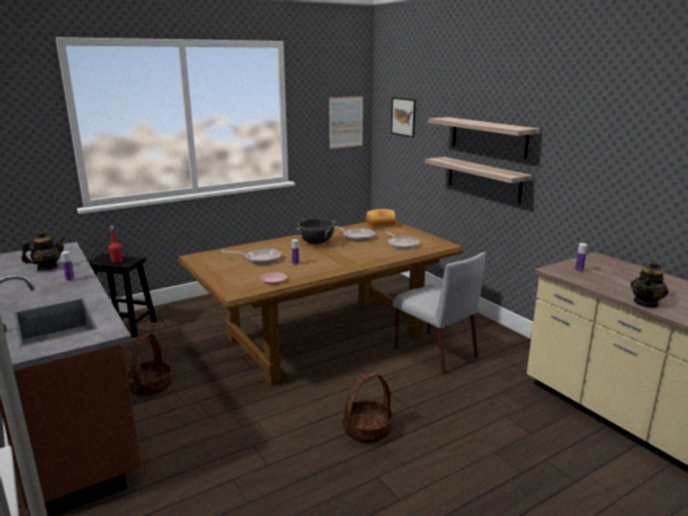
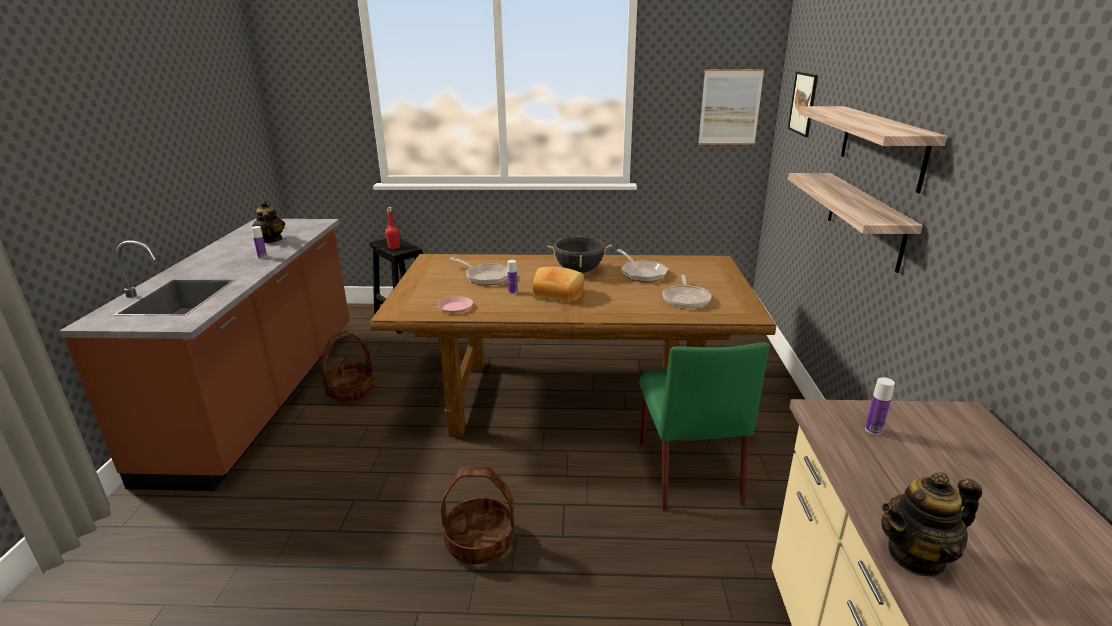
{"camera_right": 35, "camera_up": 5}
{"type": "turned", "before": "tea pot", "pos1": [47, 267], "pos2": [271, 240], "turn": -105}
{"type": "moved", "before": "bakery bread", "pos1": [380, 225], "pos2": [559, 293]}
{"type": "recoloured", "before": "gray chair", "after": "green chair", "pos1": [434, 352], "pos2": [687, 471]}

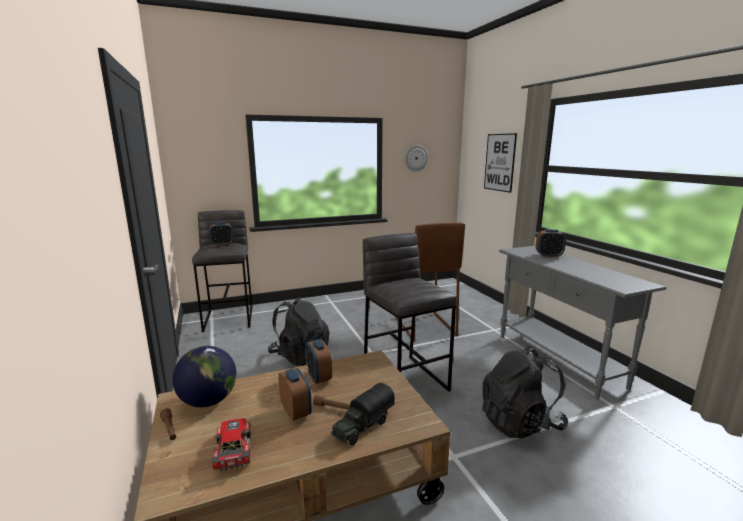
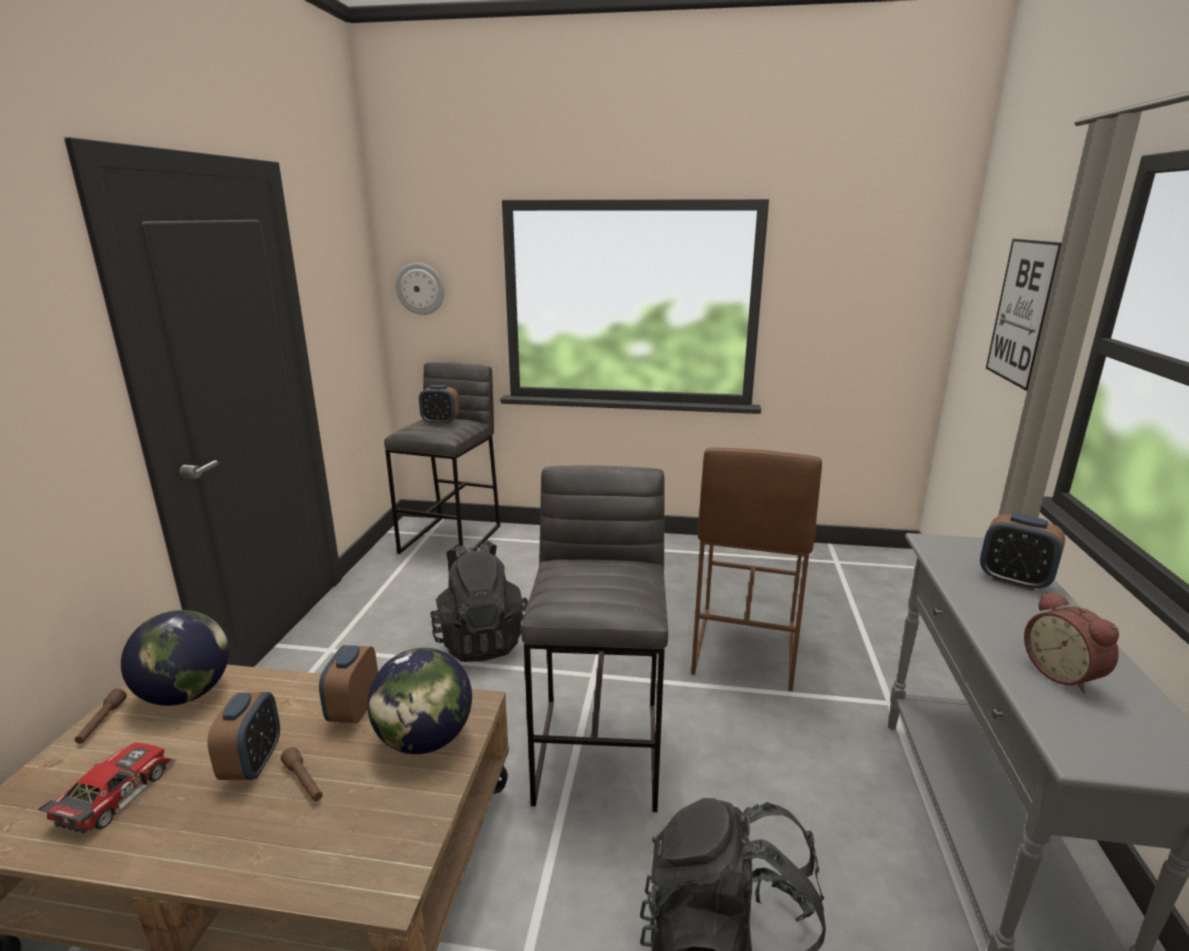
{"camera_right": 30, "camera_up": 5}
{"type": "added", "after": "world globe", "pos2": [424, 740]}
{"type": "moved", "before": "clock on the wall", "pos1": [416, 158], "pos2": [420, 288]}
{"type": "added", "after": "alarm clock", "pos2": [1064, 674]}
{"type": "removed", "before": "toy truck", "pos1": [363, 426]}

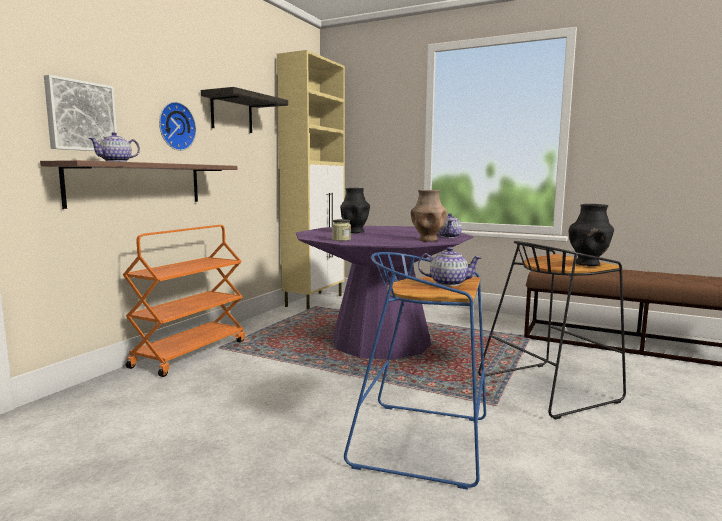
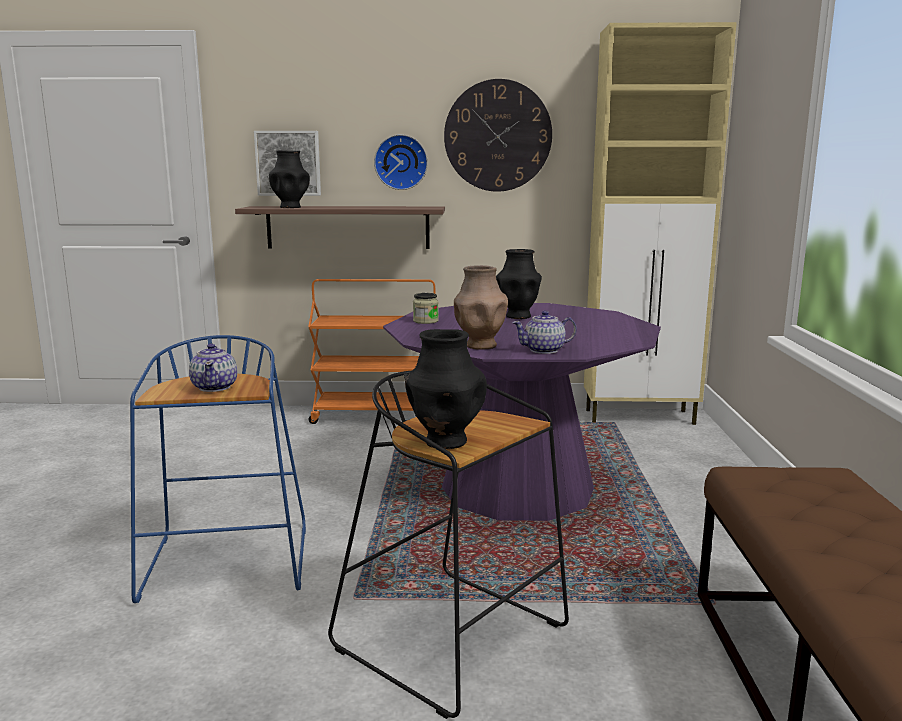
{"camera_right": 65, "camera_up": 5}
{"type": "replaced", "before": "tea pot", "after": "blackish decorative vase", "pos1": [116, 161], "pos2": [290, 207]}
{"type": "replaced", "before": "wall shelf", "after": "clock on the wall", "pos1": [231, 113], "pos2": [498, 136]}

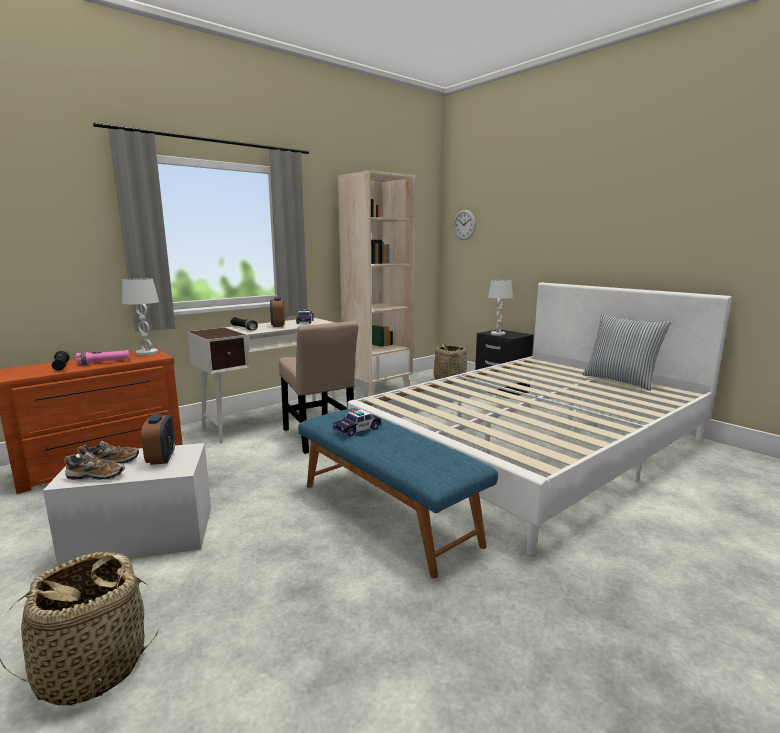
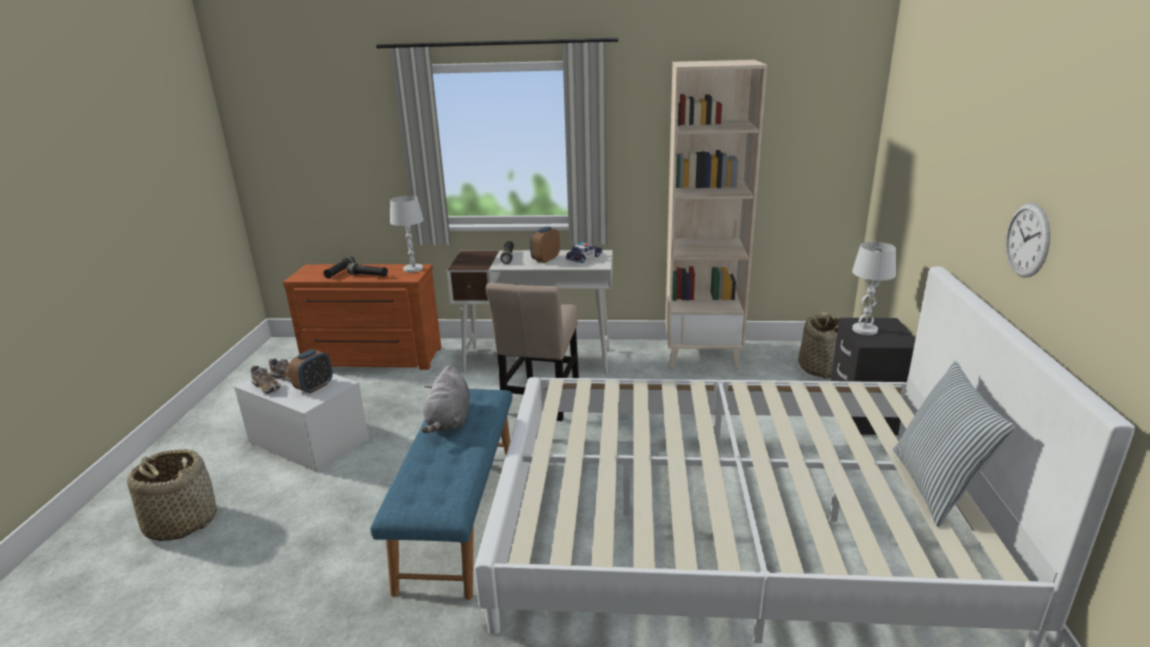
{"camera_right": 45, "camera_up": 10}
{"type": "recoloured", "before": "pink hand torch", "after": "blackish hand torch", "pos1": [104, 362], "pos2": [368, 275]}
{"type": "replaced", "before": "model car", "after": "gray cuddly toy", "pos1": [357, 429], "pos2": [449, 421]}
{"type": "moved", "before": "clock on the wall", "pos1": [464, 225], "pos2": [1027, 240]}

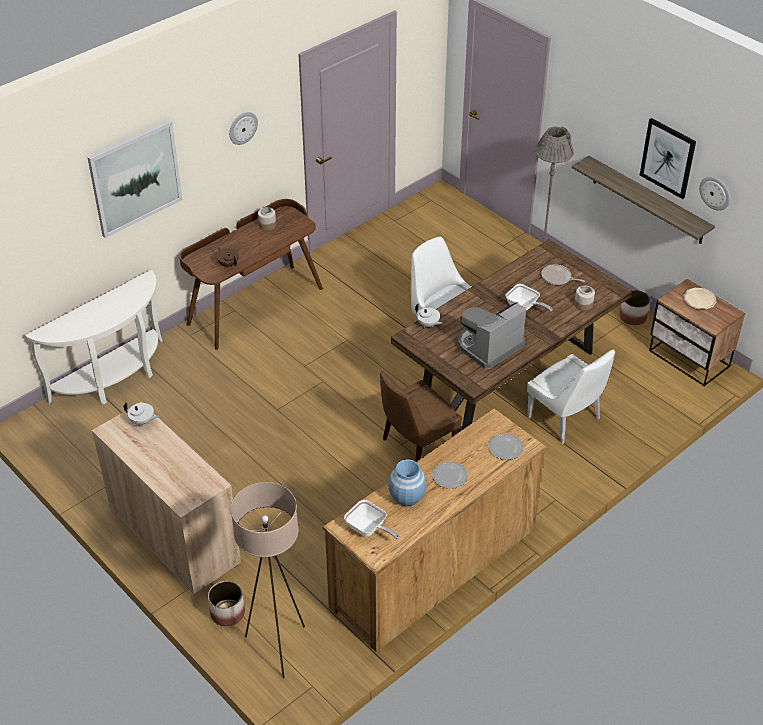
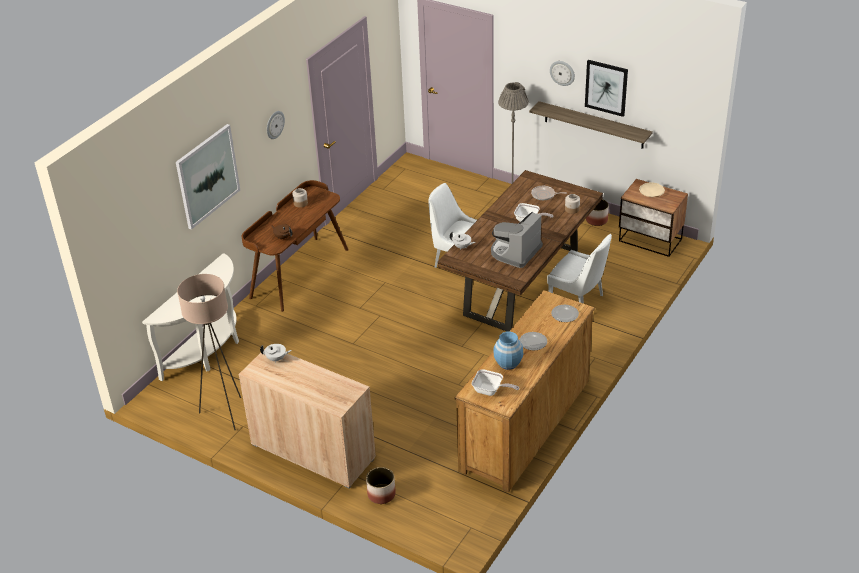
{"camera_right": -15, "camera_up": -5}
{"type": "moved", "before": "beige-coloured standing lamp", "pos1": [277, 647], "pos2": [225, 413]}
{"type": "moved", "before": "clock on the wall", "pos1": [715, 193], "pos2": [562, 72]}
{"type": "removed", "before": "brownish chair", "pos1": [416, 446]}

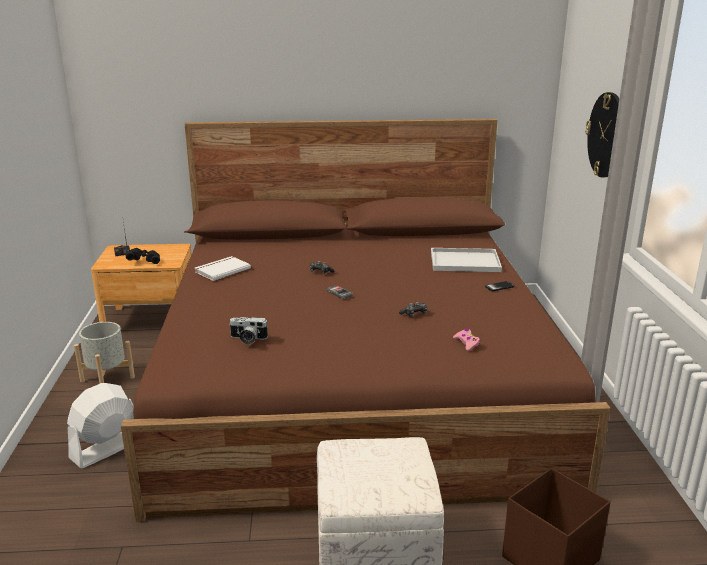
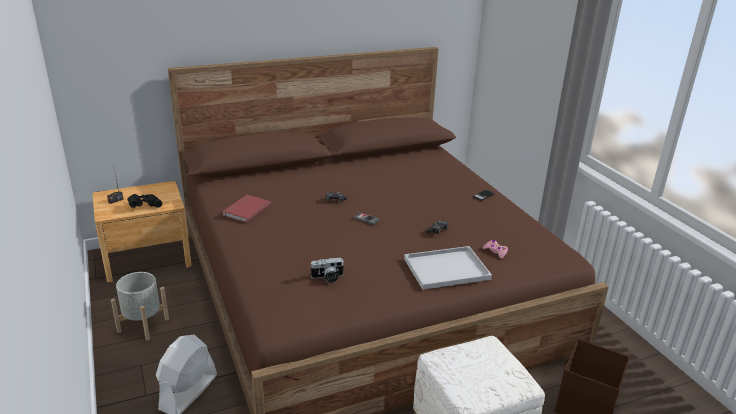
{"camera_right": -20, "camera_up": 5}
{"type": "recoloured", "before": "white-coloured book", "after": "red book", "pos1": [221, 270], "pos2": [245, 210]}
{"type": "moved", "before": "white-coloured carrying tray", "pos1": [466, 261], "pos2": [447, 268]}
{"type": "removed", "before": "clock on the wall", "pos1": [607, 135]}

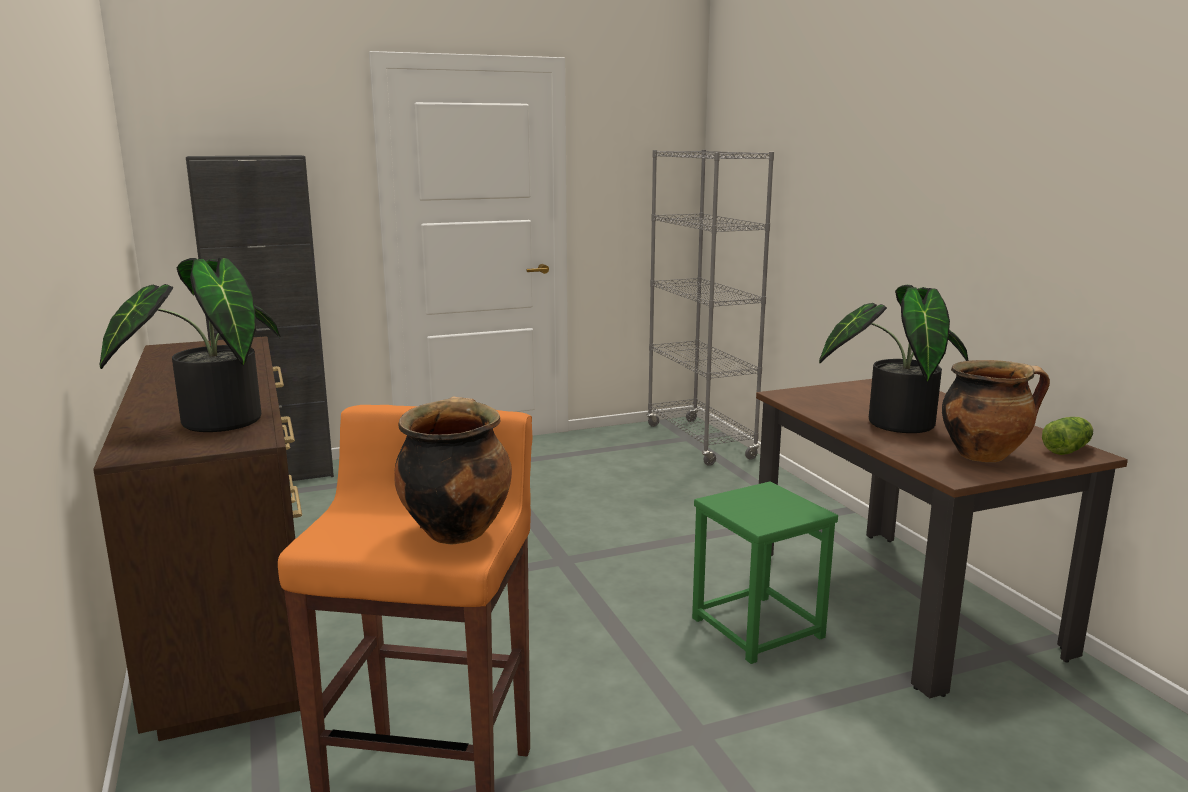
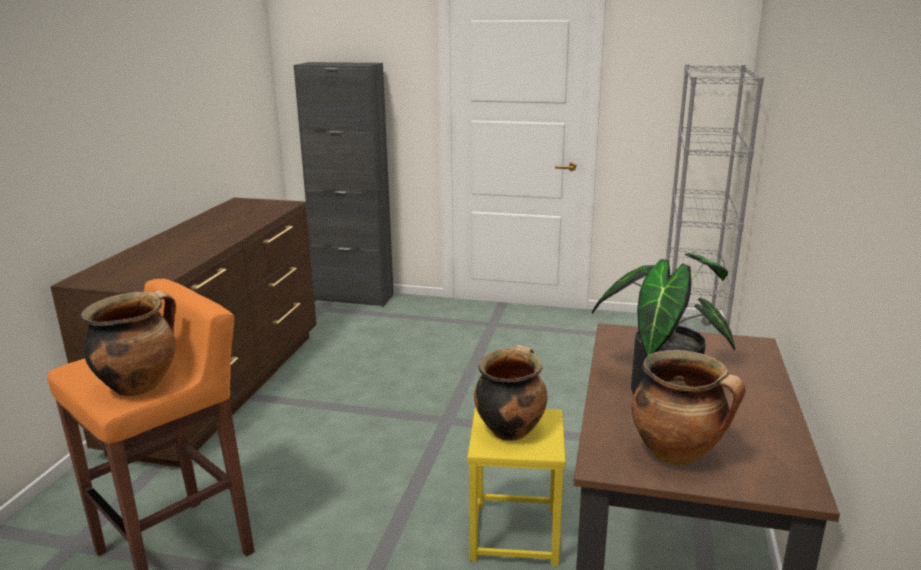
{"camera_right": 35, "camera_up": 5}
{"type": "recoloured", "before": "green stool", "after": "yellowish stool", "pos1": [756, 628], "pos2": [514, 533]}
{"type": "added", "after": "cooking pot", "pos2": [510, 429]}
{"type": "removed", "before": "houseplant", "pos1": [211, 422]}
{"type": "removed", "before": "lettuce", "pos1": [1068, 449]}

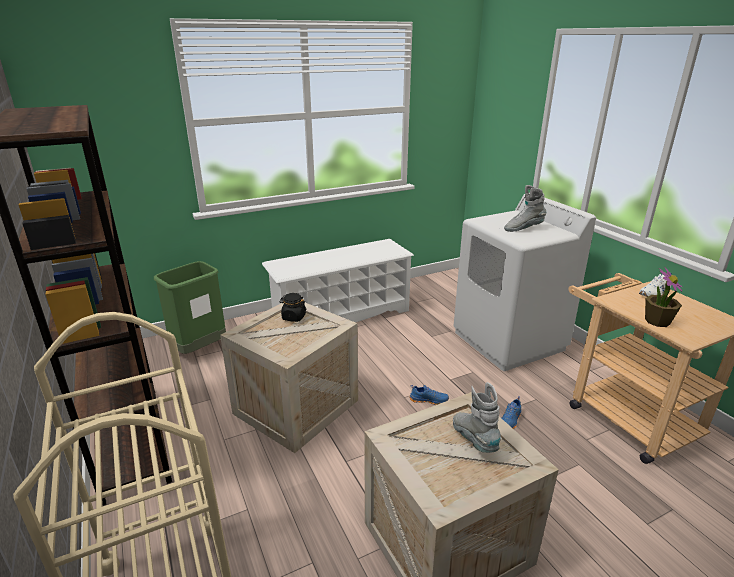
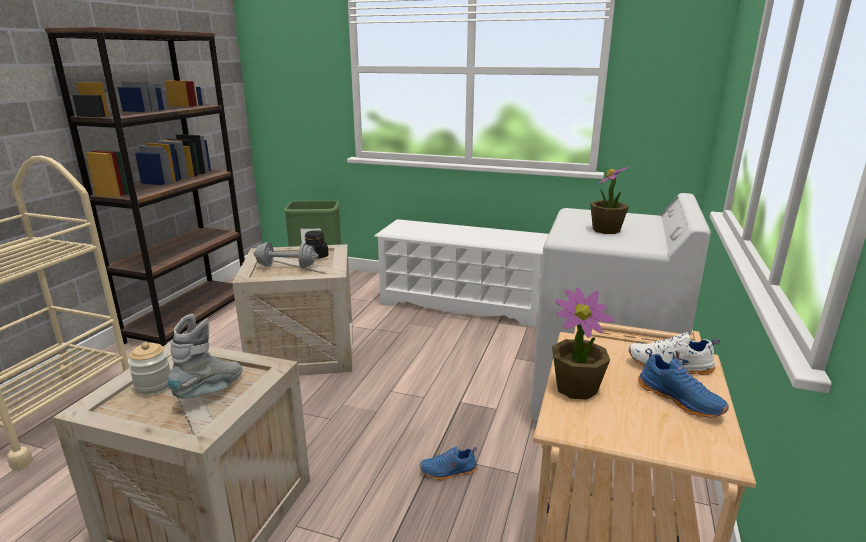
{"camera_right": 45, "camera_up": -5}
{"type": "added", "after": "preserve jar", "pos2": [153, 385]}
{"type": "added", "after": "gray hand weight", "pos2": [287, 266]}
{"type": "replaced", "before": "gray boot", "after": "houseplant", "pos1": [523, 228], "pos2": [606, 230]}
{"type": "moved", "before": "blue item of footwear", "pos1": [428, 400], "pos2": [680, 399]}

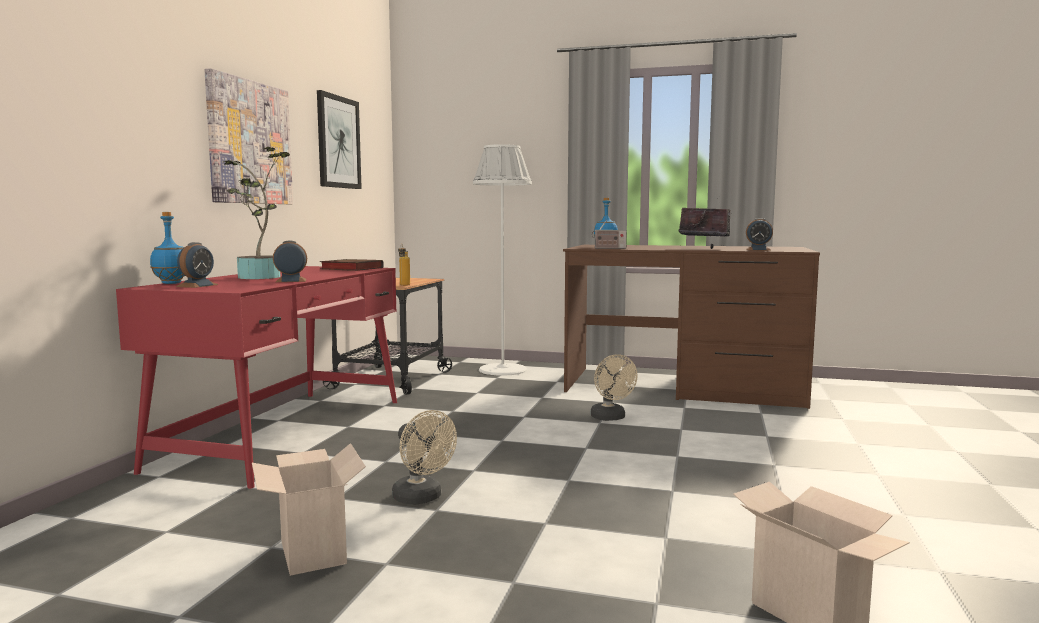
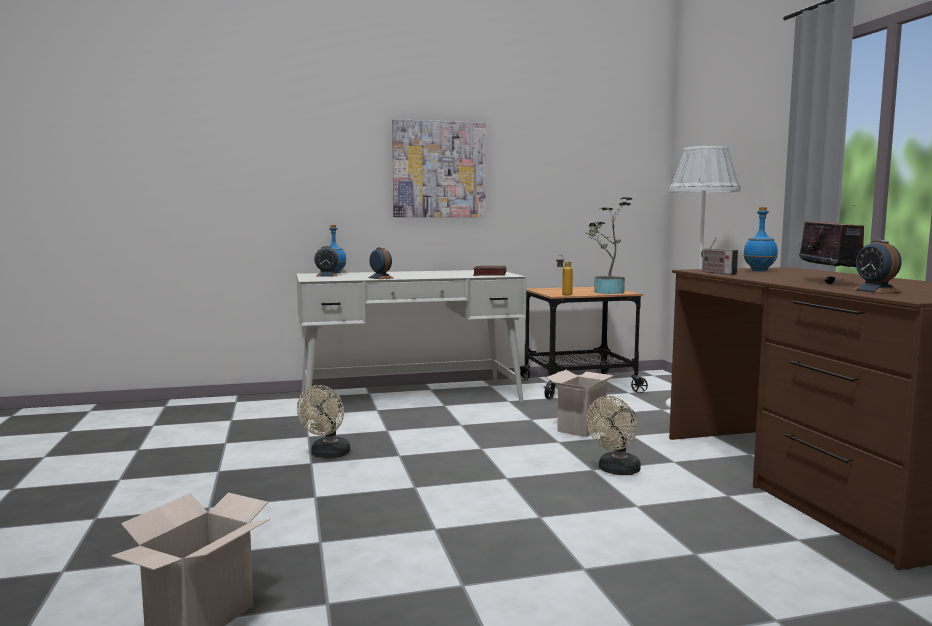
{"camera_right": 60, "camera_up": 0}
{"type": "recoloured", "before": "red desk", "after": "white-coloured desk", "pos1": [287, 432], "pos2": [410, 397]}
{"type": "moved", "before": "cardboard box", "pos1": [310, 552], "pos2": [581, 428]}
{"type": "moved", "before": "houseplant", "pos1": [258, 277], "pos2": [607, 292]}
{"type": "removed", "before": "wall picture", "pos1": [338, 142]}

